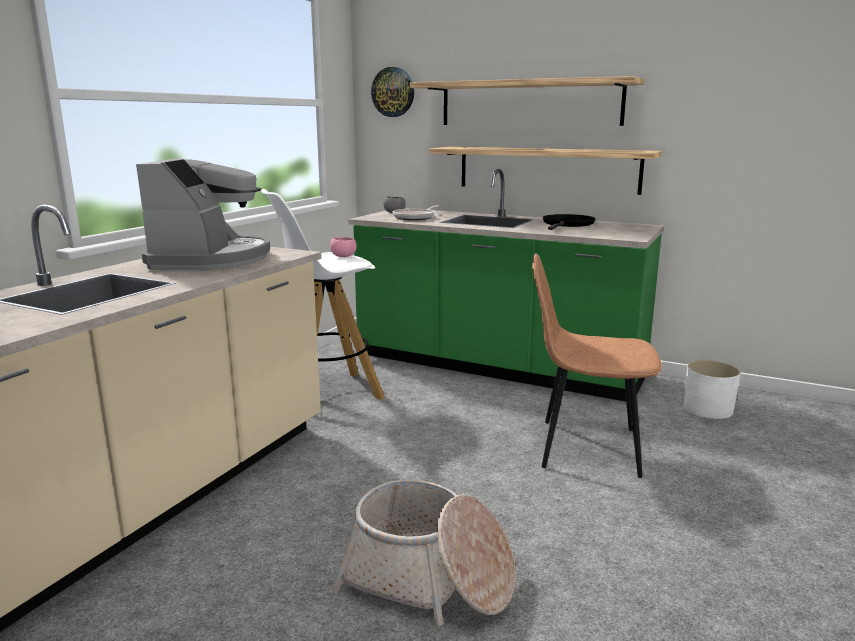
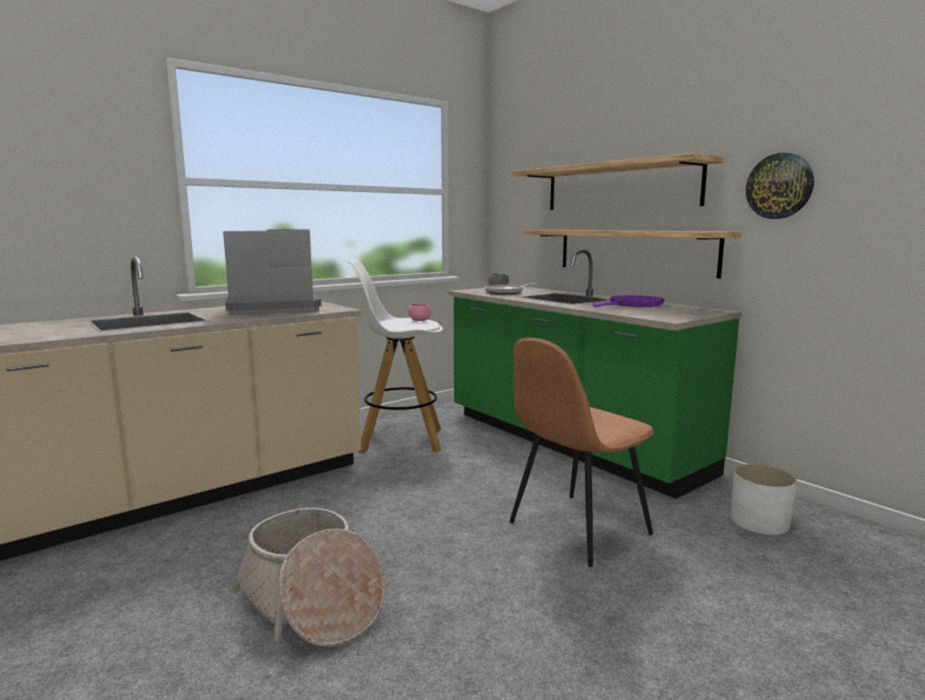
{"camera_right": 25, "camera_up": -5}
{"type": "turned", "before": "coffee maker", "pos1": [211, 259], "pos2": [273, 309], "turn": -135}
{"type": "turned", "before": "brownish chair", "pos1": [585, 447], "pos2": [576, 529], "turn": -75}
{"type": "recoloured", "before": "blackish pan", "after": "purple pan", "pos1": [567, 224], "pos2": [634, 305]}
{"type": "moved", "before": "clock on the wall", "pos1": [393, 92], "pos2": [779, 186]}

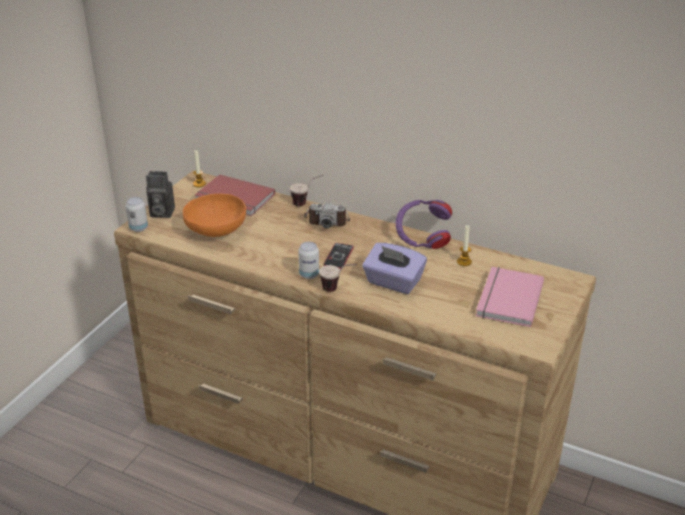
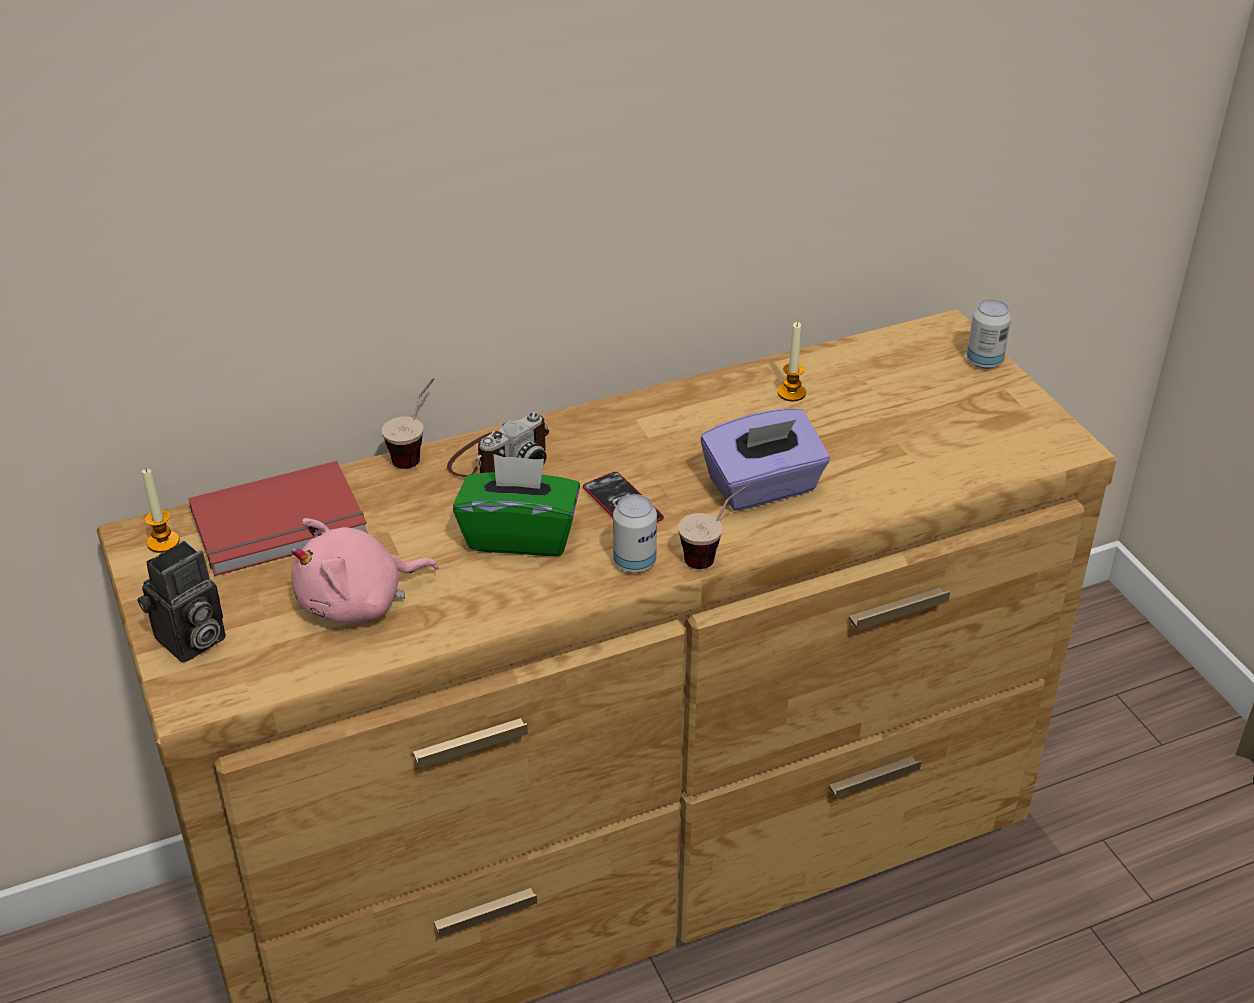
{"camera_right": -50, "camera_up": 5}
{"type": "replaced", "before": "orangey bowl", "after": "pink cuddly toy", "pos1": [216, 232], "pos2": [358, 602]}
{"type": "added", "after": "green box of tissues", "pos2": [520, 535]}
{"type": "moved", "before": "can", "pos1": [138, 228], "pos2": [984, 361]}
{"type": "removed", "before": "purple headphones", "pos1": [422, 240]}
{"type": "removed", "before": "pink book", "pos1": [507, 299]}

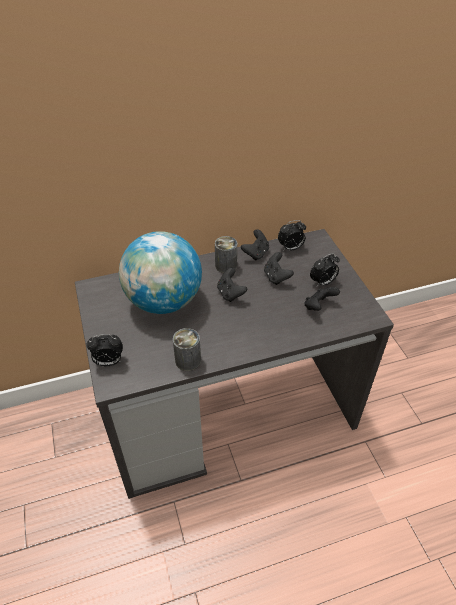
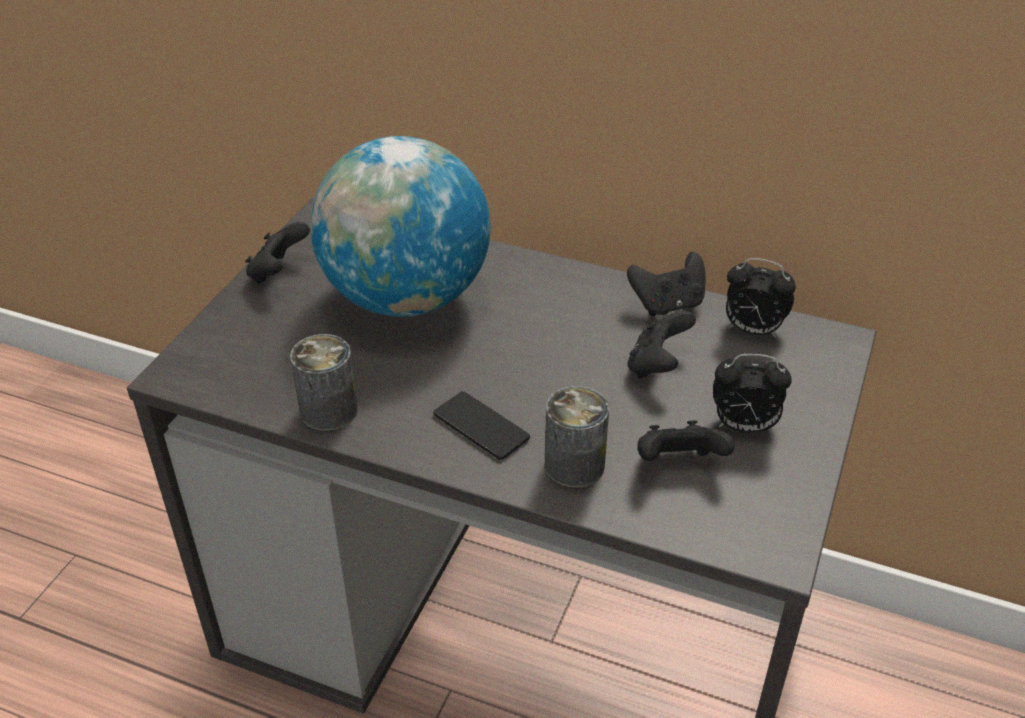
{"camera_right": 40, "camera_up": -5}
{"type": "moved", "before": "blackish gamepad", "pos1": [230, 293], "pos2": [278, 272]}
{"type": "added", "after": "phone", "pos2": [481, 426]}
{"type": "moved", "before": "can", "pos1": [226, 265], "pos2": [574, 465]}
{"type": "removed", "before": "alarm clock", "pos1": [108, 362]}

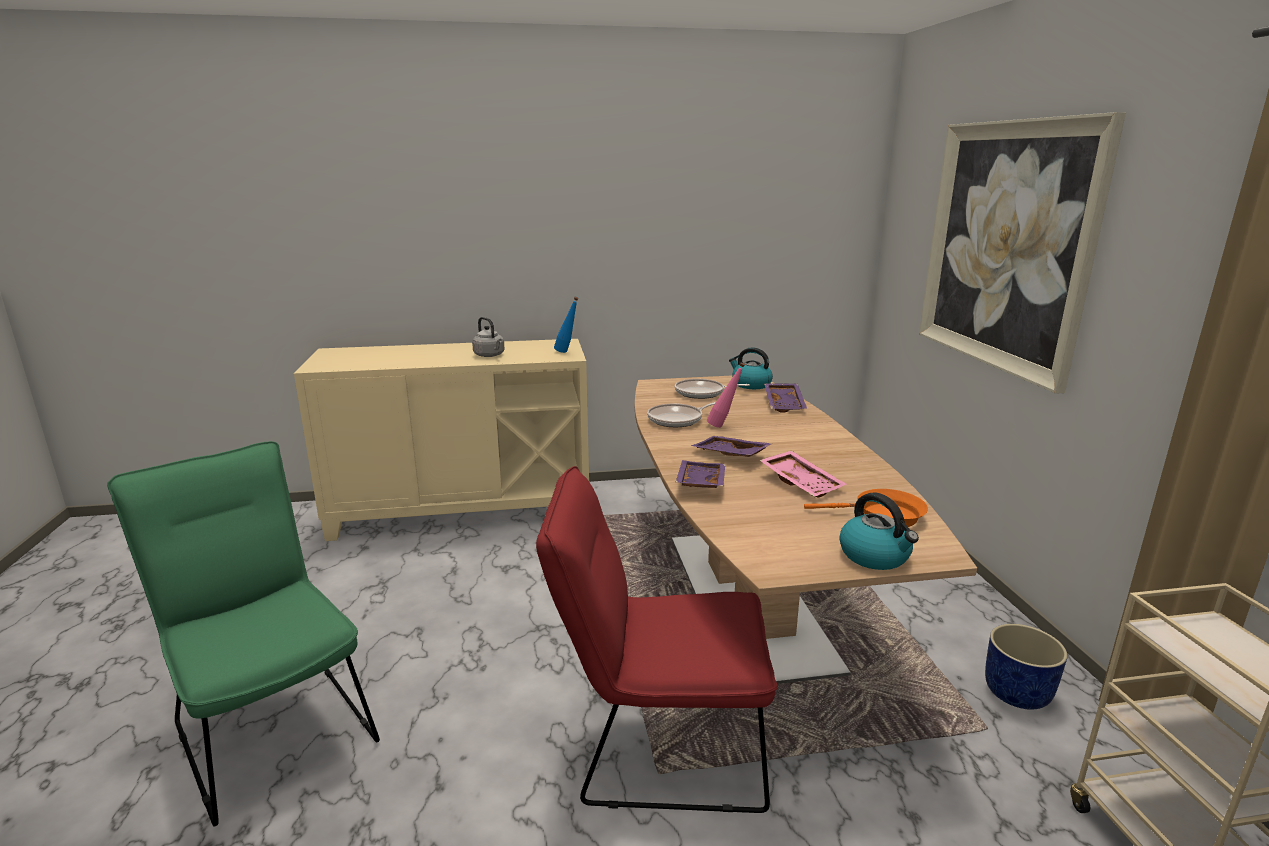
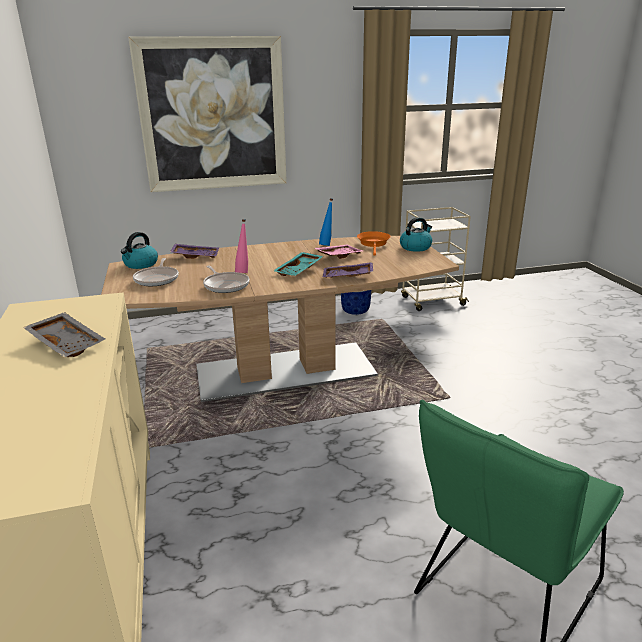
{"camera_right": -95, "camera_up": 5}
{"type": "replaced", "before": "gray kettle", "after": "gray carrying tray", "pos1": [490, 355], "pos2": [68, 343]}
{"type": "recoloured", "before": "purple carrying tray", "after": "turquoise-coloured carrying tray", "pos1": [729, 455], "pos2": [299, 270]}
{"type": "moved", "before": "blue beverage bottle", "pos1": [567, 352], "pos2": [327, 245]}
{"type": "removed", "before": "red chair", "pos1": [657, 745]}

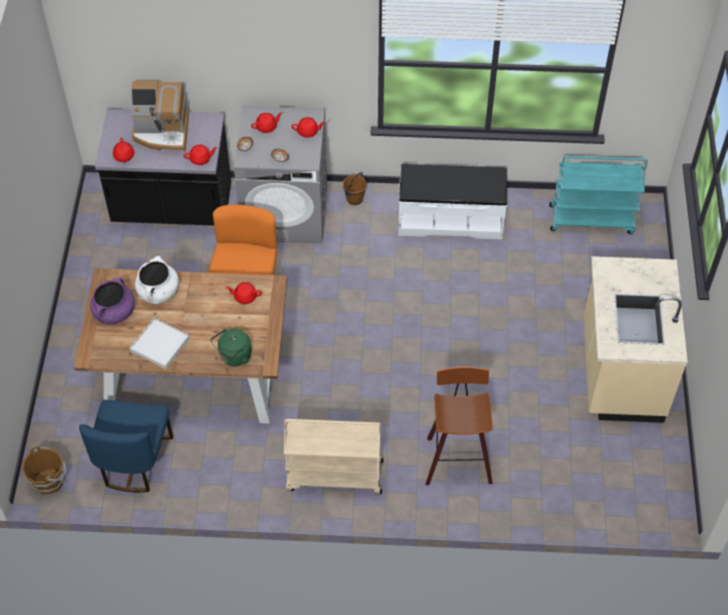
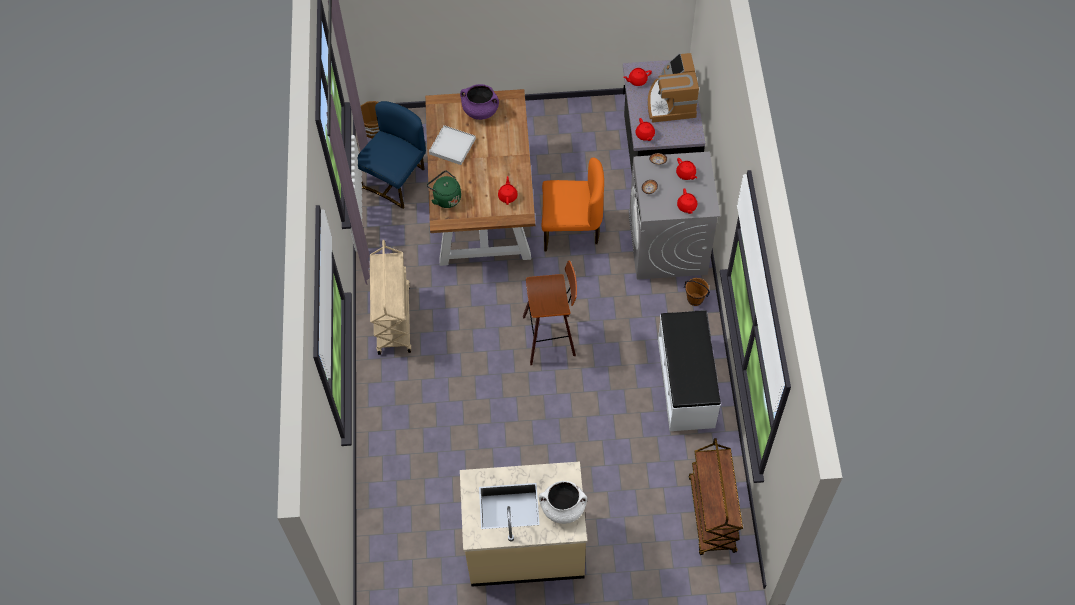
{"camera_right": 85, "camera_up": 5}
{"type": "turned", "before": "blue chair", "pos1": [134, 461], "pos2": [396, 179], "turn": 120}
{"type": "moved", "before": "stool", "pos1": [456, 458], "pos2": [551, 336]}
{"type": "moved", "before": "white-coloured cooking pot", "pos1": [158, 292], "pos2": [563, 508]}
{"type": "recoloured", "before": "turquoise-coloured trolley", "after": "brownish trolley", "pos1": [592, 219], "pos2": [712, 515]}

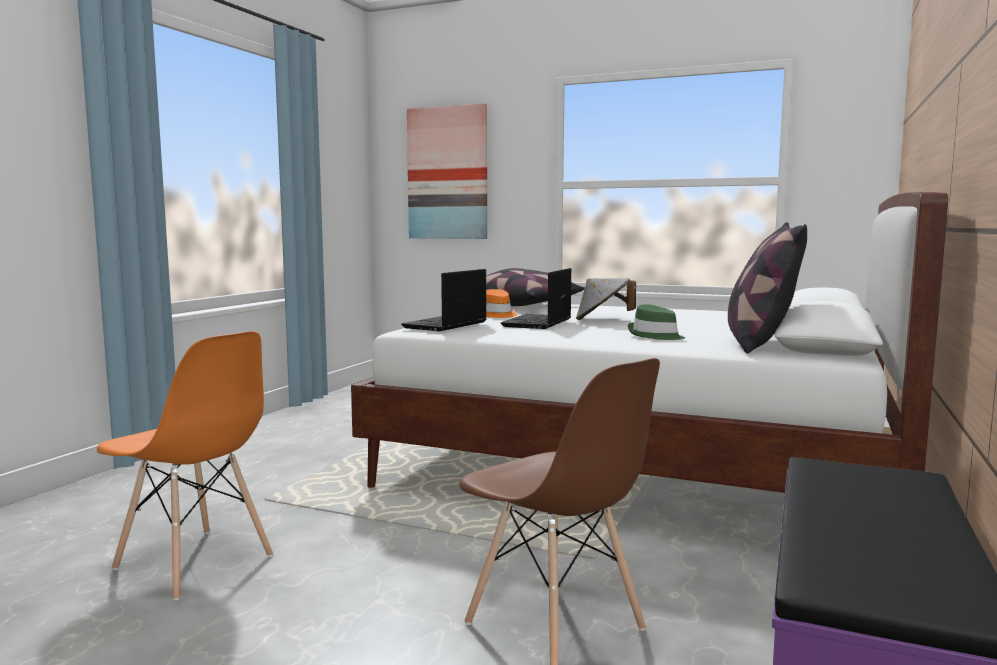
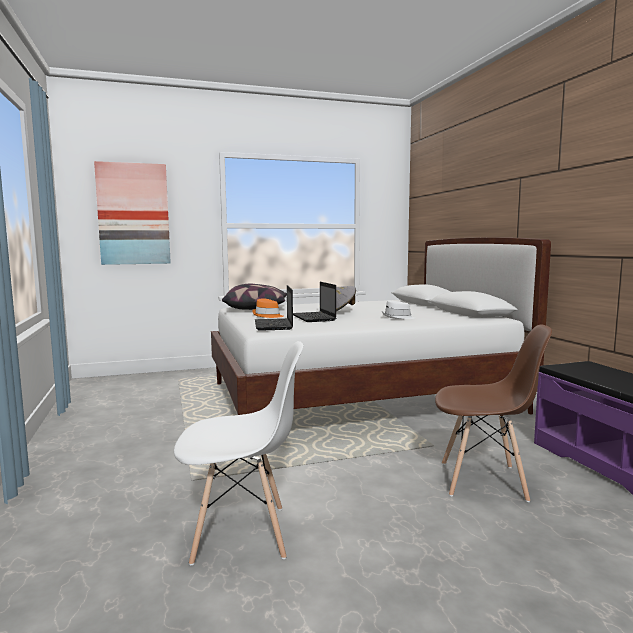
{"camera_right": -40, "camera_up": 0}
{"type": "recoloured", "before": "orangey chair", "after": "white-coloured chair", "pos1": [195, 563], "pos2": [242, 534]}
{"type": "recoloured", "before": "green clothing hat", "after": "white-coloured clothing hat", "pos1": [655, 336], "pos2": [398, 317]}
{"type": "removed", "before": "pillow", "pos1": [759, 343]}

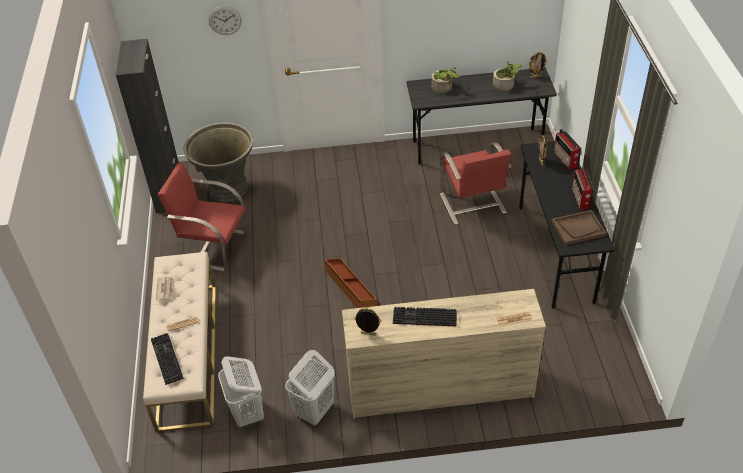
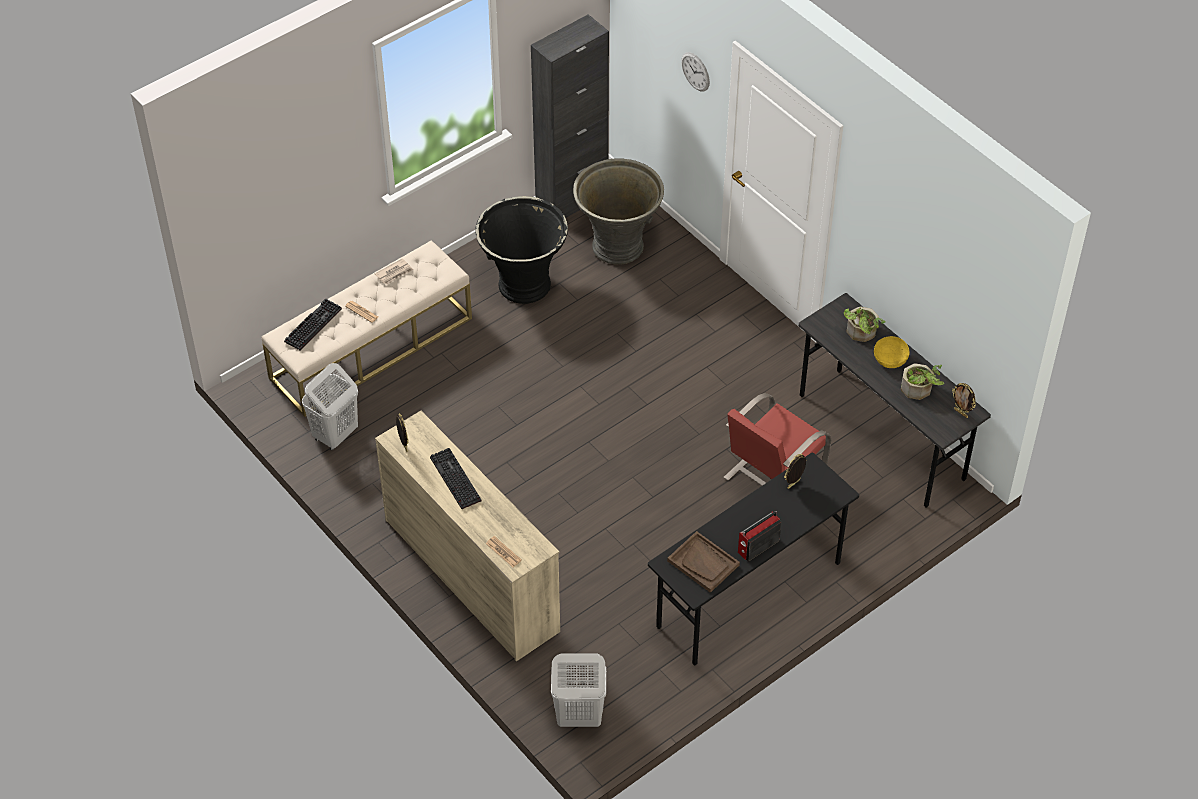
{"camera_right": 55, "camera_up": 5}
{"type": "replaced", "before": "red chair", "after": "blackish planter", "pos1": [213, 247], "pos2": [523, 284]}
{"type": "moved", "before": "white-coloured washing basket", "pos1": [314, 411], "pos2": [578, 716]}
{"type": "added", "after": "yellowish bowl", "pos2": [890, 359]}
{"type": "removed", "before": "brownish storage box", "pos1": [349, 288]}
{"type": "removed", "before": "radio", "pos1": [566, 159]}

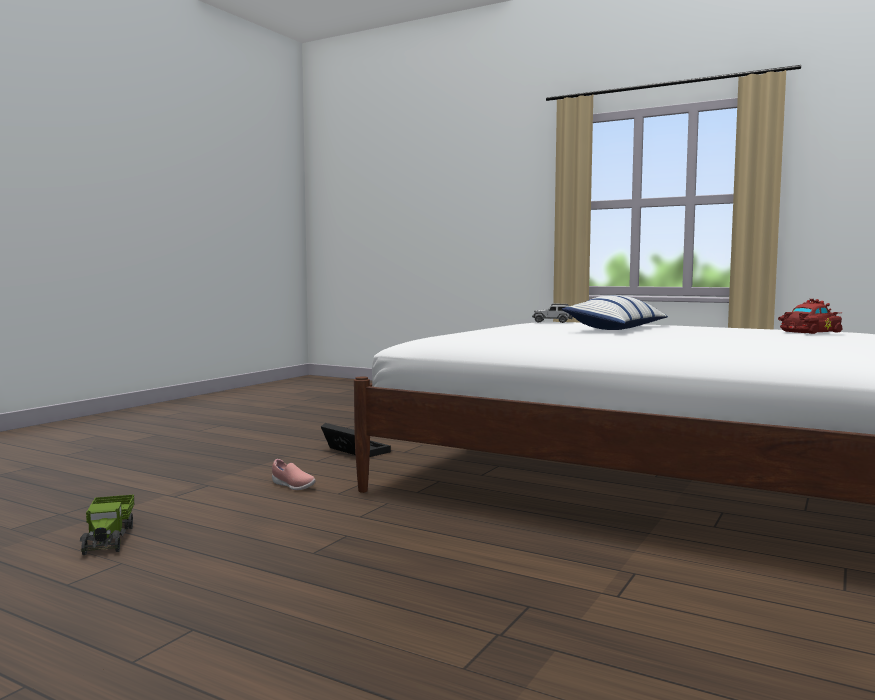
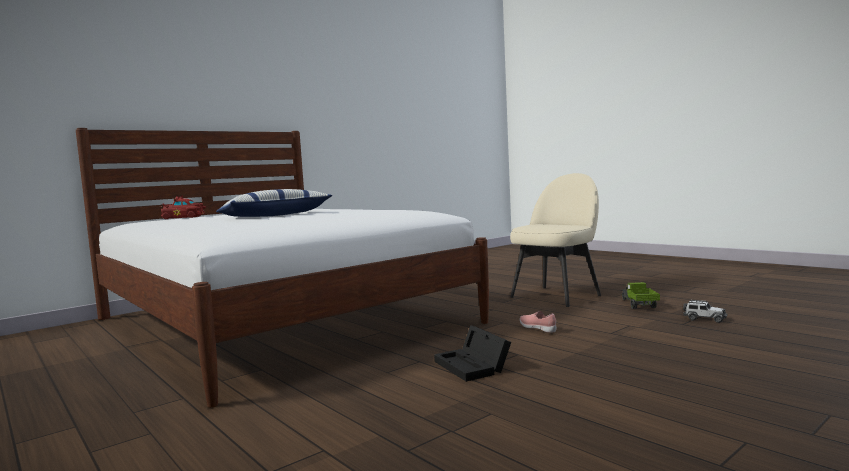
{"camera_right": -160, "camera_up": 0}
{"type": "added", "after": "beige-coloured chair", "pos2": [557, 296]}
{"type": "moved", "before": "model car", "pos1": [552, 322], "pos2": [704, 319]}

